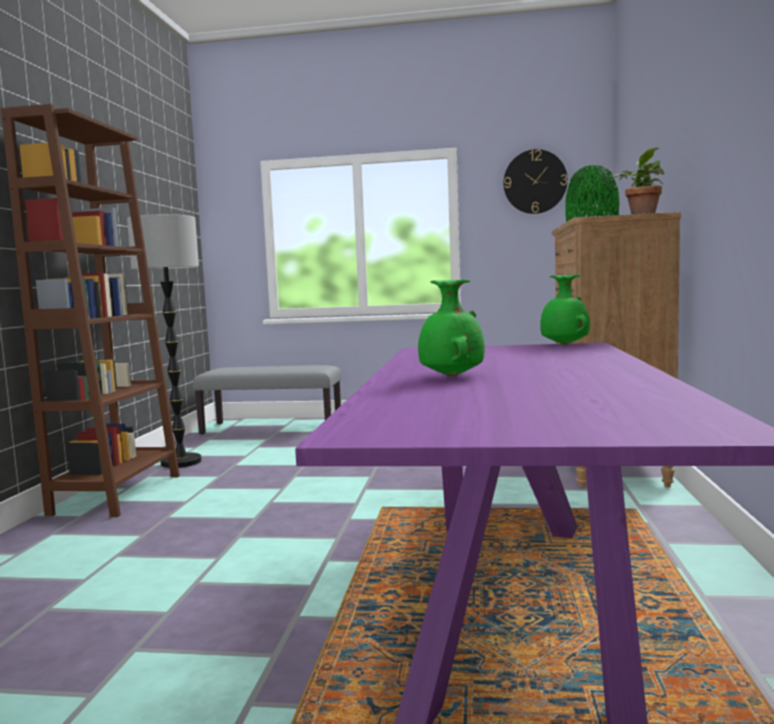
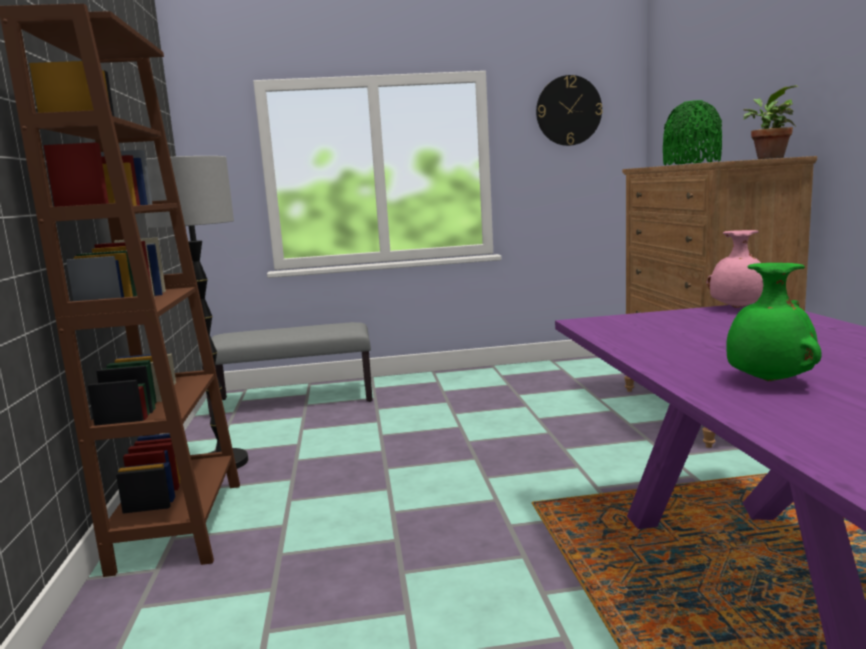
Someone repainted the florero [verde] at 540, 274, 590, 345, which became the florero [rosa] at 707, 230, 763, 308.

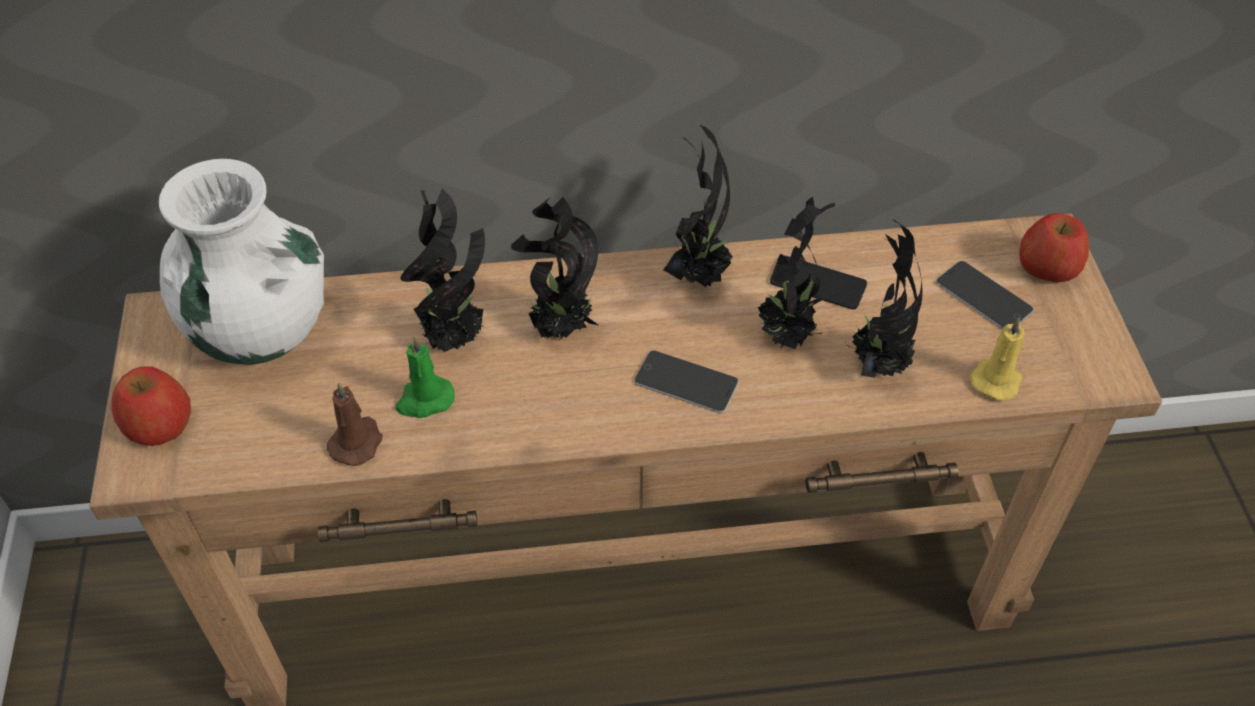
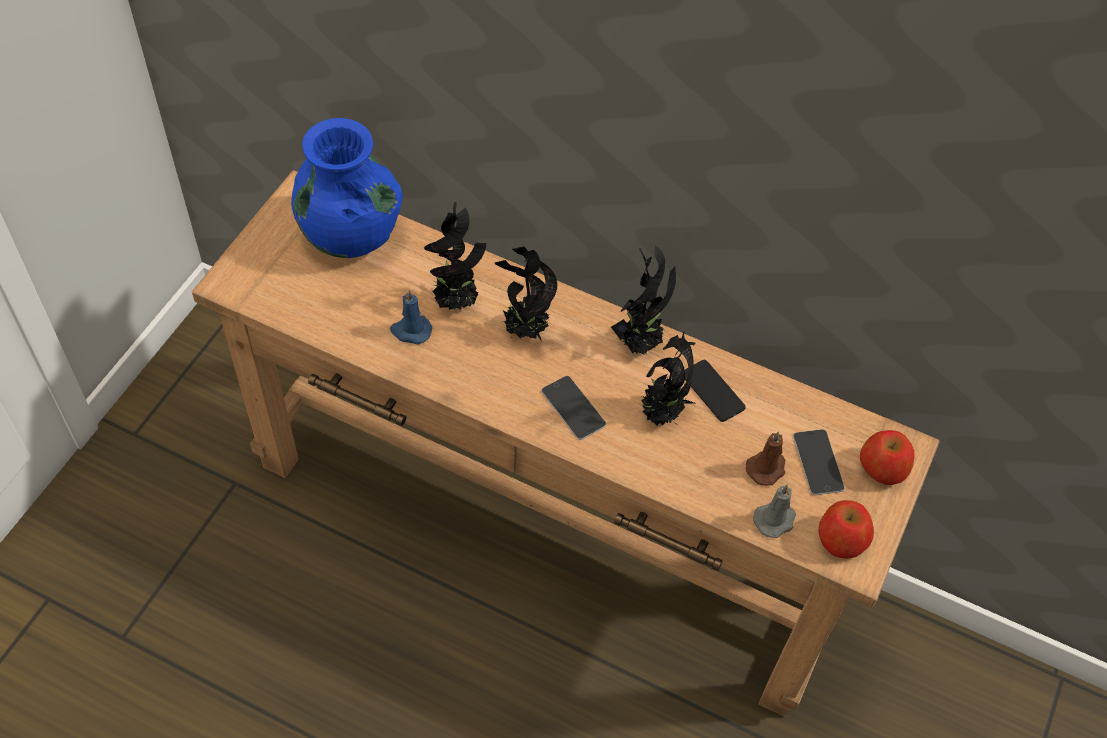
Someone repainted the florero [blanco] at 159, 159, 324, 365, which became the florero [azul] at 291, 118, 403, 258. Someone repainted the vela [verde] at 395, 336, 455, 418, which became the vela [azul] at 390, 289, 432, 344. Someone carried the vela [marrón] from 327, 382, 383, 466 to 746, 431, 786, 486. Someone repainted the vela [amarillo] at 970, 317, 1025, 401, which became the vela [gris] at 753, 484, 796, 538. Someone carried the manzana from 111, 366, 191, 446 to 818, 500, 874, 559. Someone took away the planta en maceta at 846, 219, 923, 378.

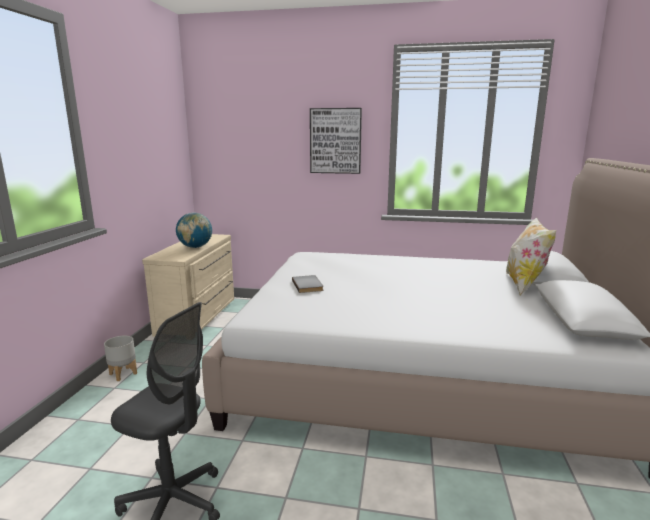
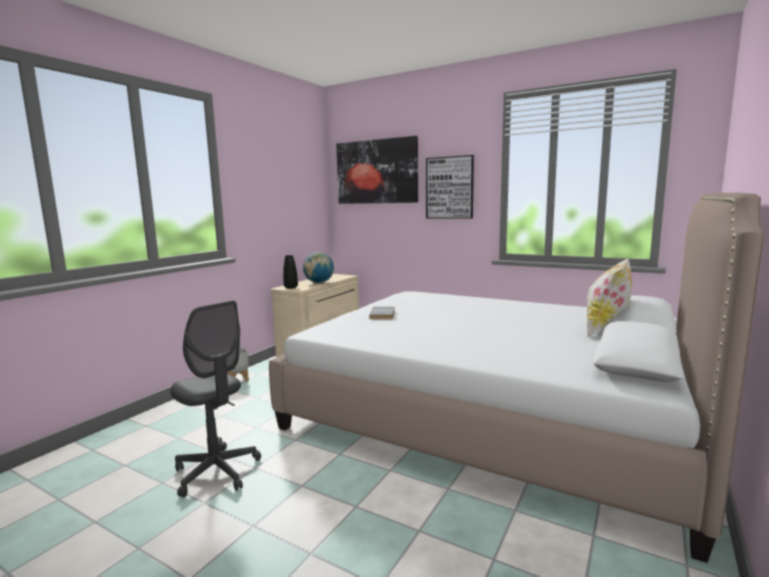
Someone put down the florero [negro] at 283, 255, 298, 289. Someone put up the cuadro at 336, 136, 418, 204.

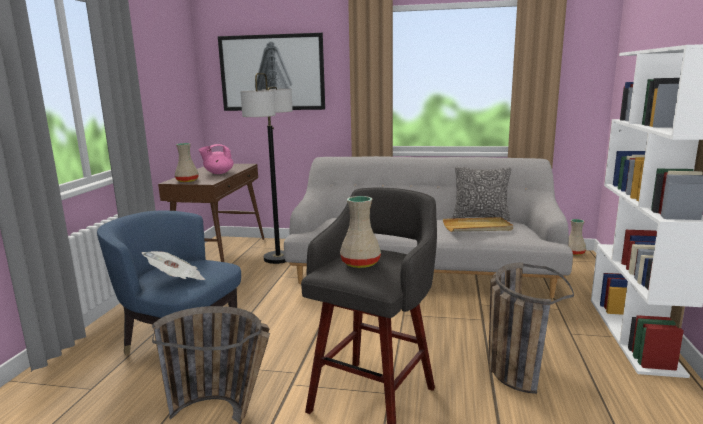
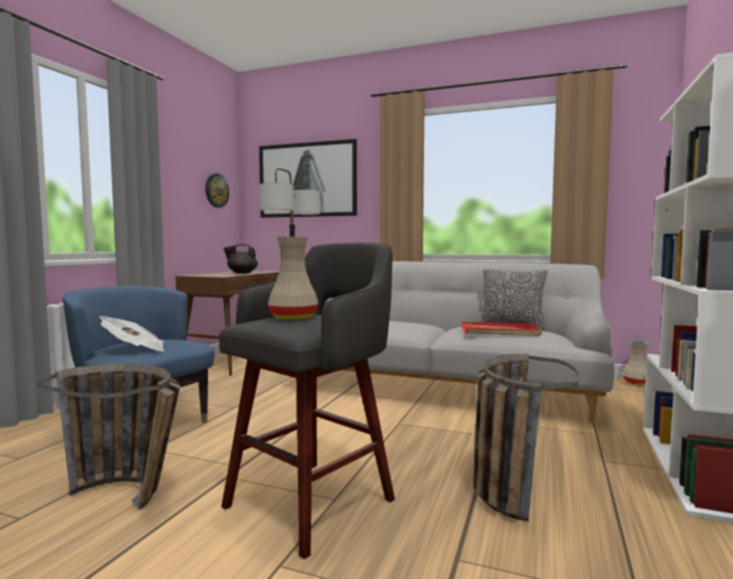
Someone put up the reloj de pared at 205, 173, 229, 208. Someone repainted the tetera [rosa] at 199, 144, 234, 174, which became the tetera [negro] at 223, 244, 258, 274. Someone repainted the bandeja [beis] at 443, 217, 513, 232, which became the bandeja [rojo] at 461, 322, 542, 336. Someone took away the florero [beis] at 175, 143, 199, 182.

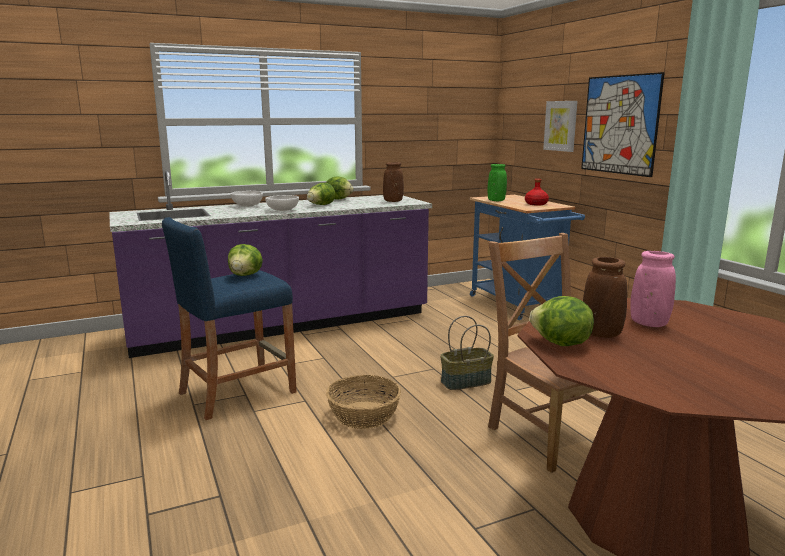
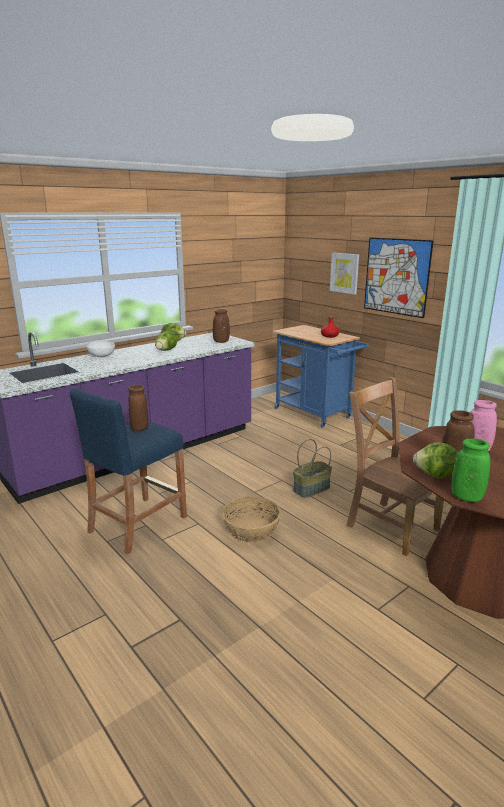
Someone swapped the lechuga at 228, 244, 263, 276 for the florero [marrón] at 128, 385, 149, 431. Someone carried the florero [verde] from 487, 164, 507, 201 to 452, 439, 490, 502. Someone took away the cuenco [blanco] at 265, 195, 299, 211.

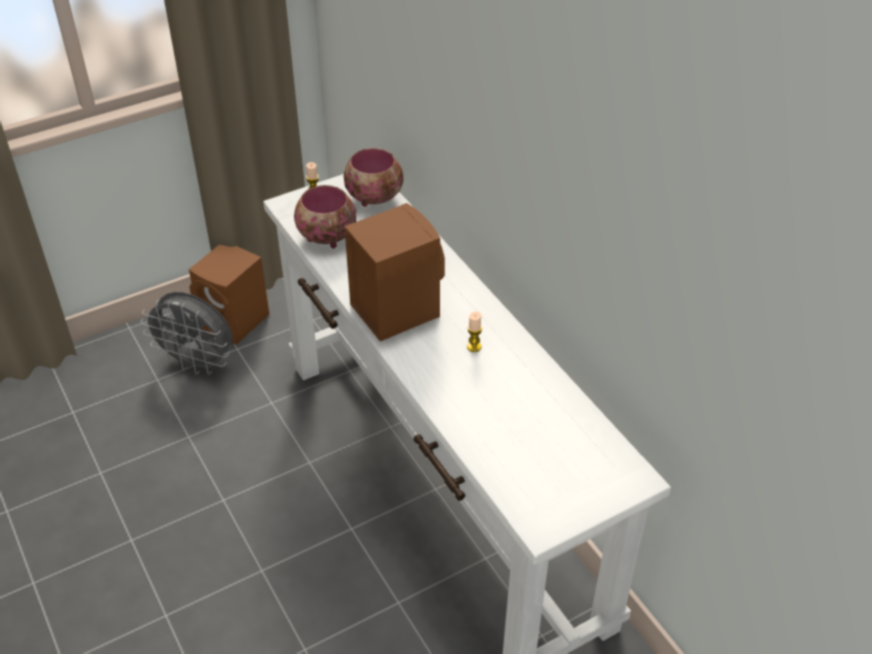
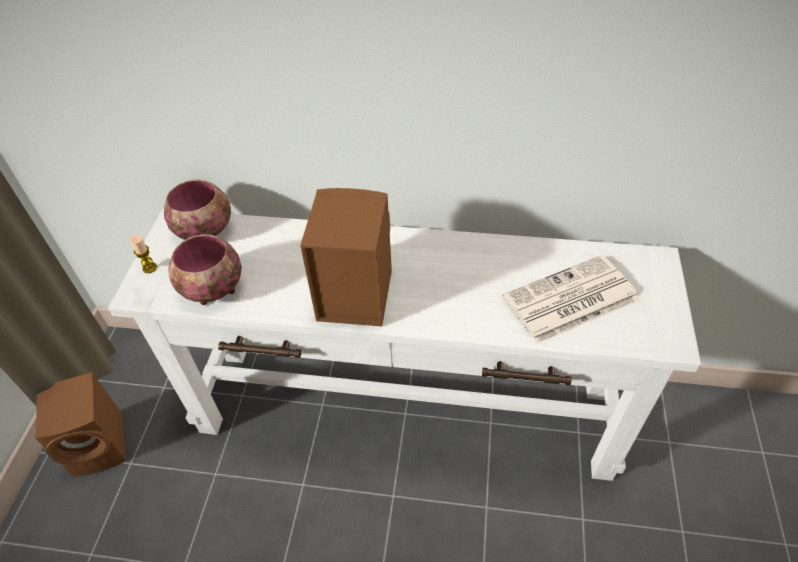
Someone put down the periódico at 503, 255, 639, 344. Someone took away the ventilador [gris] at 140, 292, 233, 375. Someone took away the vela at 467, 312, 482, 352.

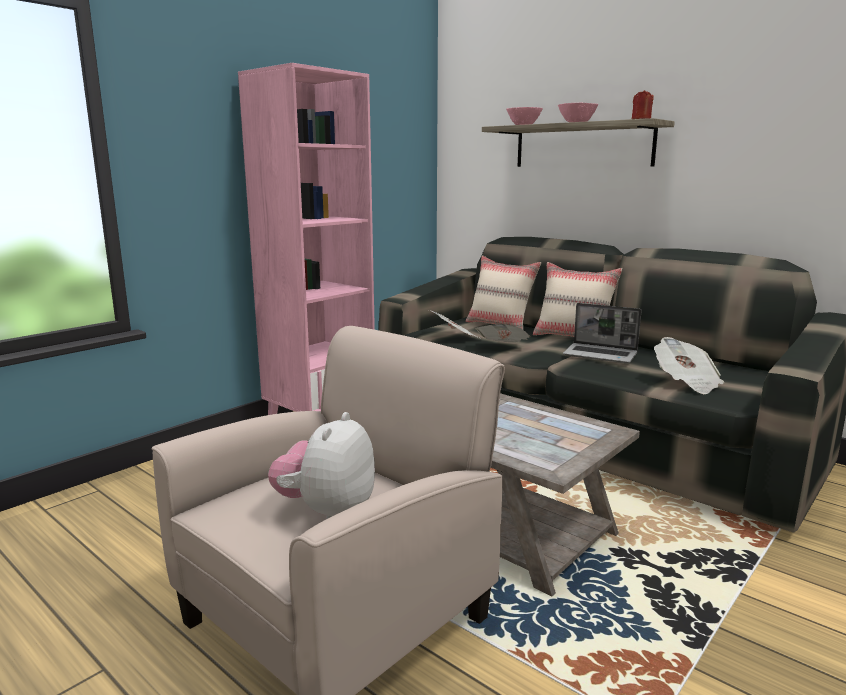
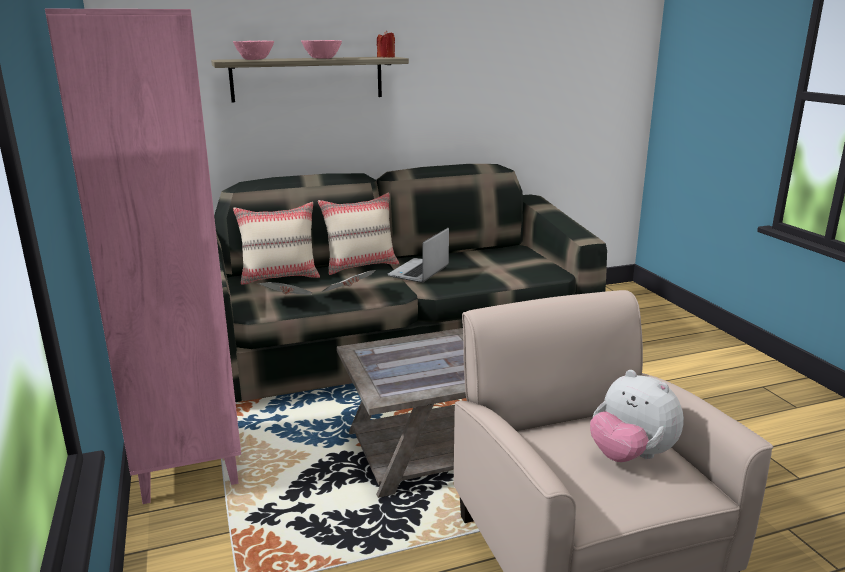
Someone rotated the portátil at 563, 303, 641, 363 by 150 degrees clockwise. Someone took away the periódico at 654, 337, 724, 394.

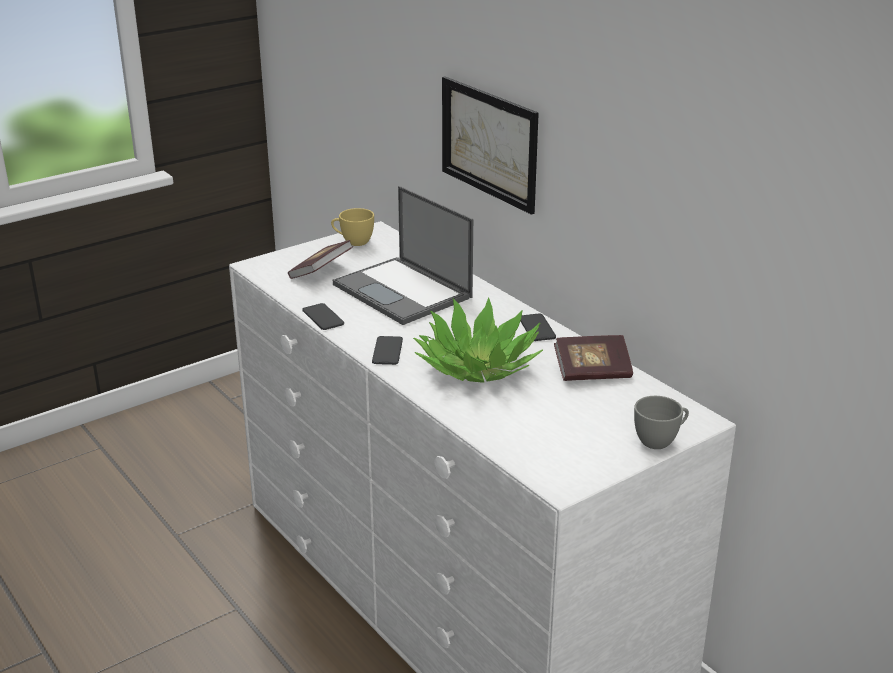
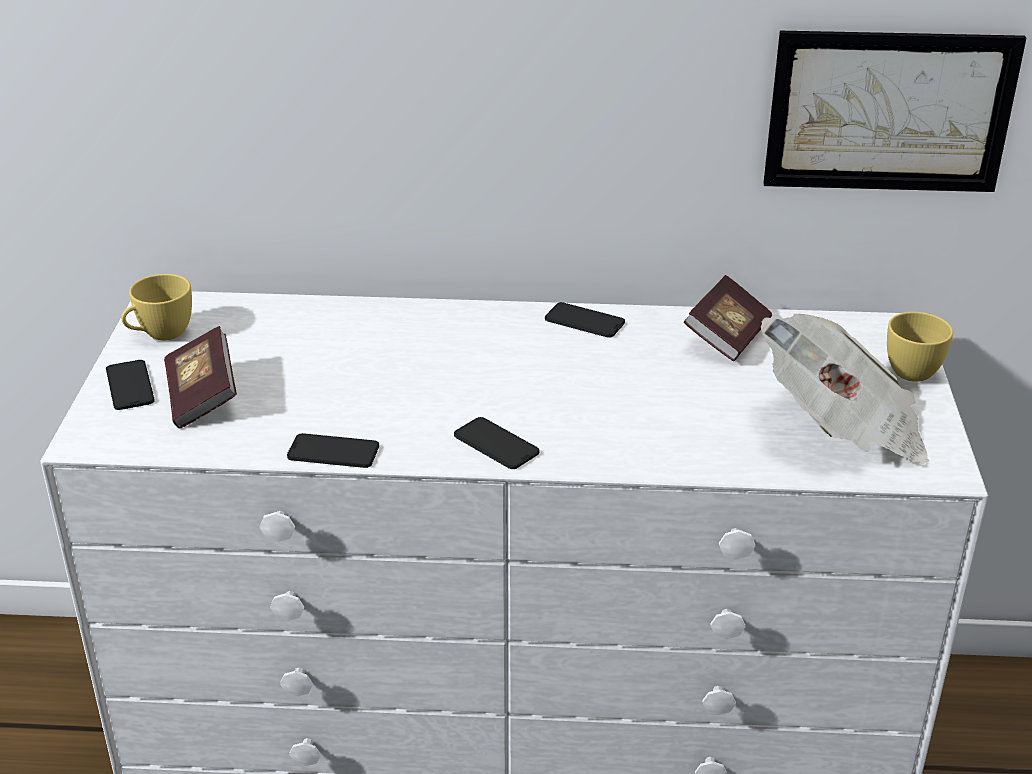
Someone put down the móvil at 106, 360, 155, 410. Someone put down the periódico at 761, 314, 929, 464. Someone carried the cuadro from 442, 76, 539, 215 to 763, 31, 1026, 192. Someone repainted the taza [gris] at 634, 396, 689, 449, which became the taza [amarillo] at 887, 312, 953, 382. Someone took away the portátil at 333, 186, 473, 325. Someone took away the planta en maceta at 413, 297, 543, 383.

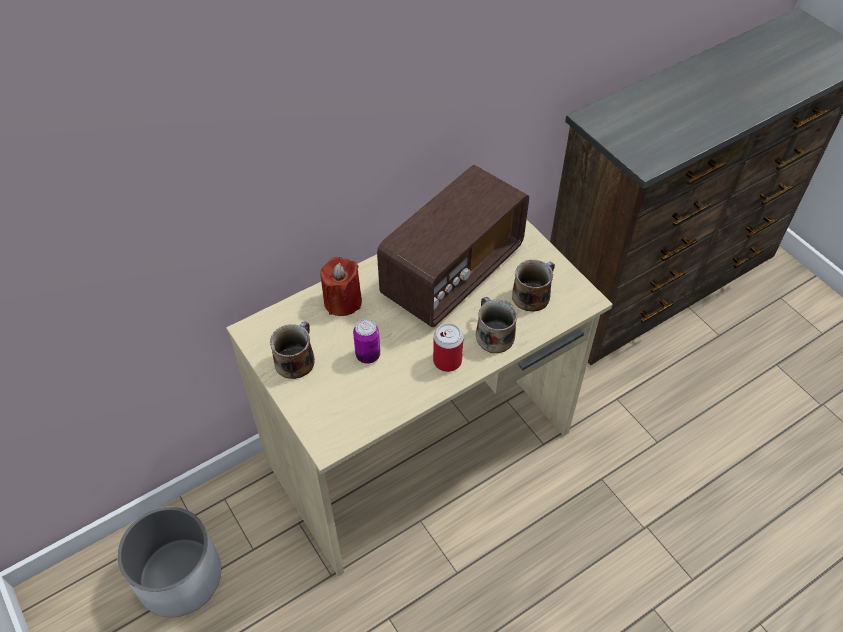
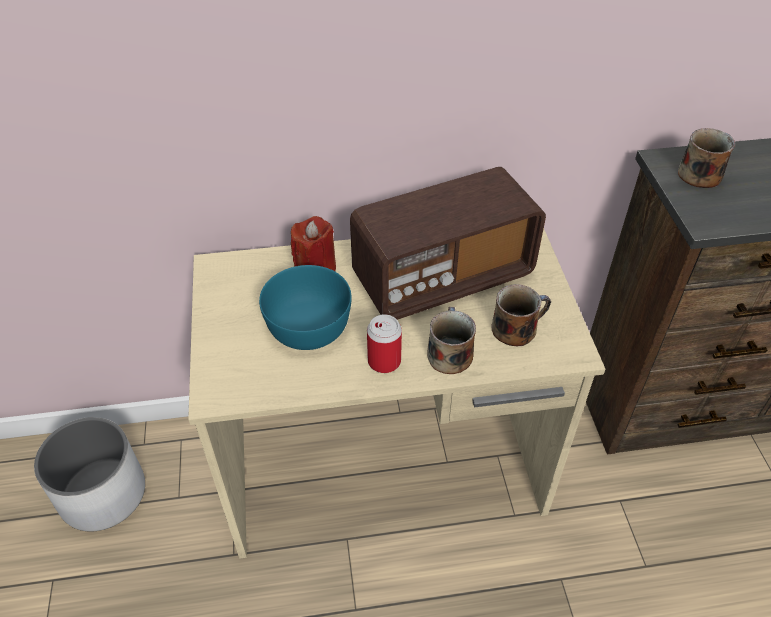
Someone swapped the lata at 353, 319, 380, 364 for the cuenco [turquesa] at 259, 265, 352, 350. Someone carried the taza grande from 270, 321, 315, 379 to 678, 128, 735, 188.

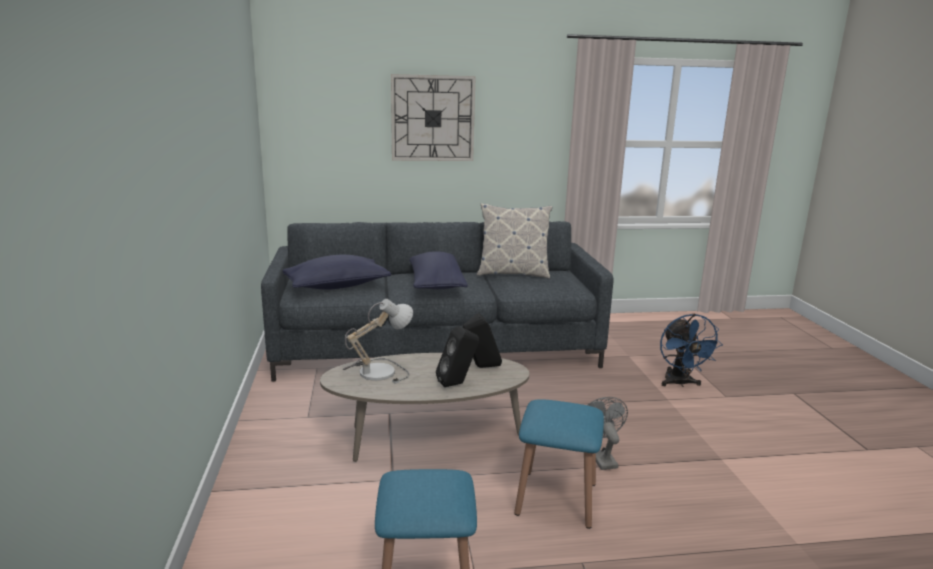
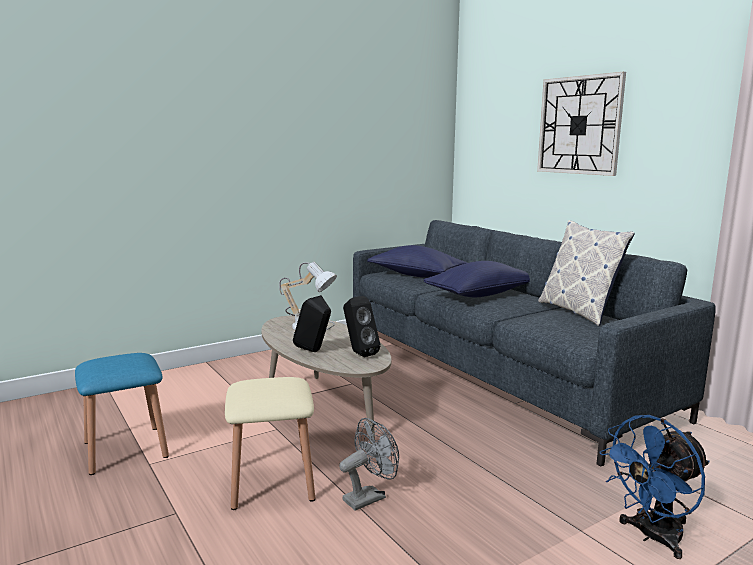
Someone repainted the taburete [azul] at 514, 399, 604, 529, which became the taburete [beis] at 225, 377, 315, 510.

